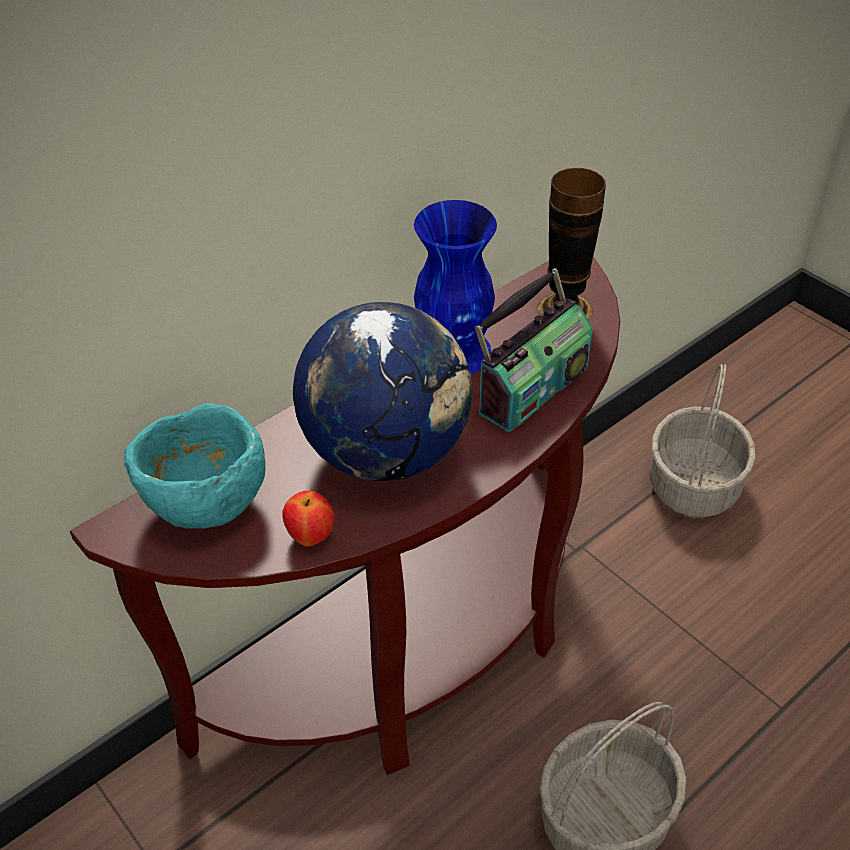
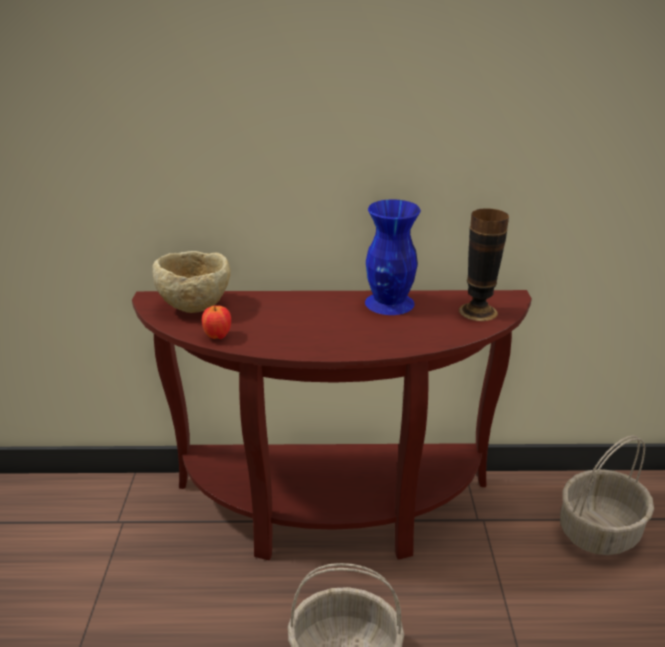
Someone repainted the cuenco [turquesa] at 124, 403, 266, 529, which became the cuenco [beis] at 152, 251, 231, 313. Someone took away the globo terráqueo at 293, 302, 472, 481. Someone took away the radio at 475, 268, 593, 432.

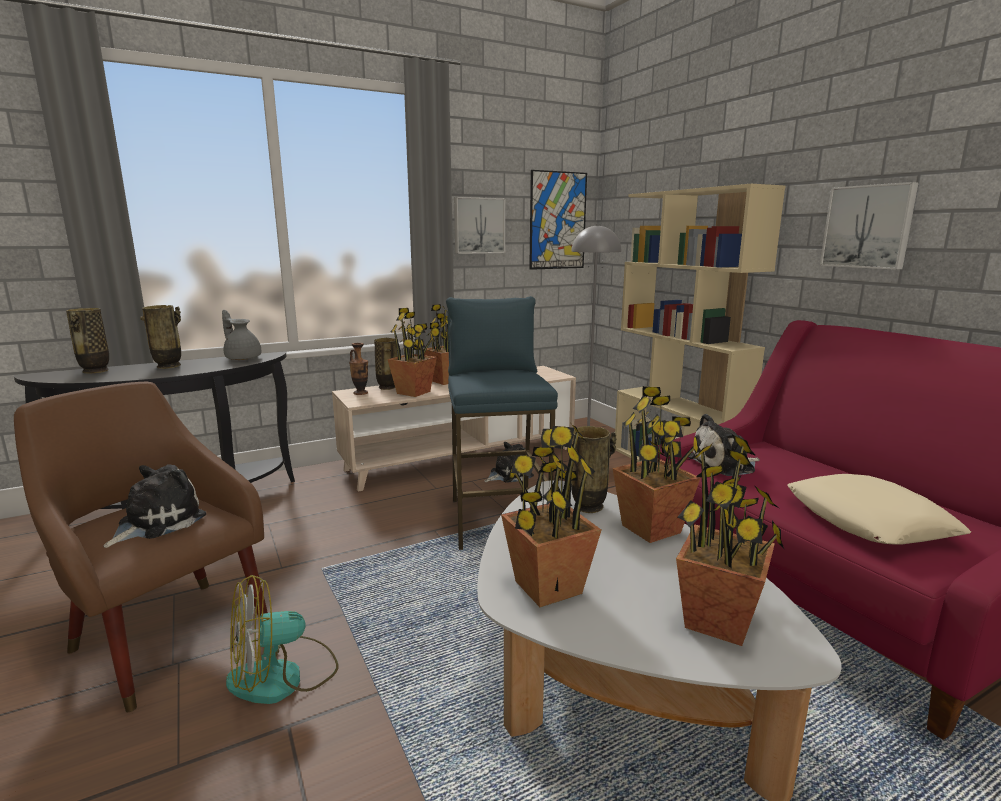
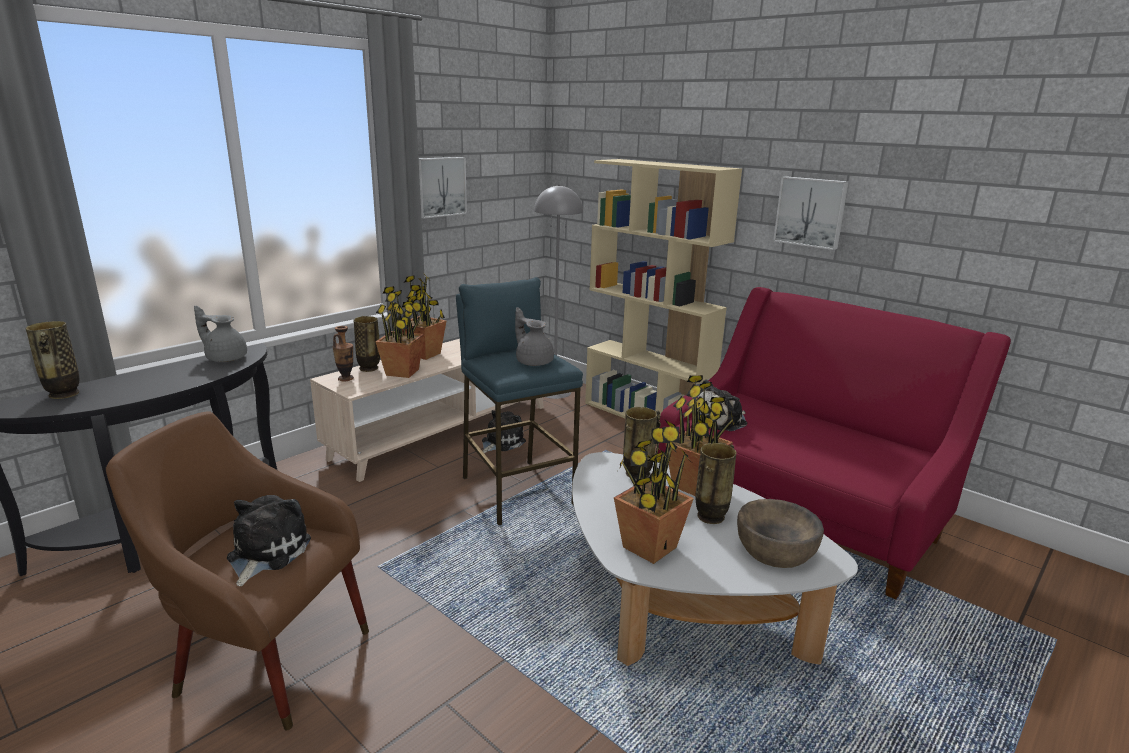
Someone put down the tetera [gris] at 515, 307, 554, 366. Someone carried the florero from 140, 305, 181, 369 to 695, 443, 737, 524. Someone swapped the planta en maceta at 676, 434, 785, 646 for the cuenco [marrón] at 737, 499, 824, 568. Someone took away the ventilador at 226, 575, 338, 704. Someone took away the cuadro at 529, 170, 587, 270. Someone took away the cojín [beis] at 787, 474, 971, 545.

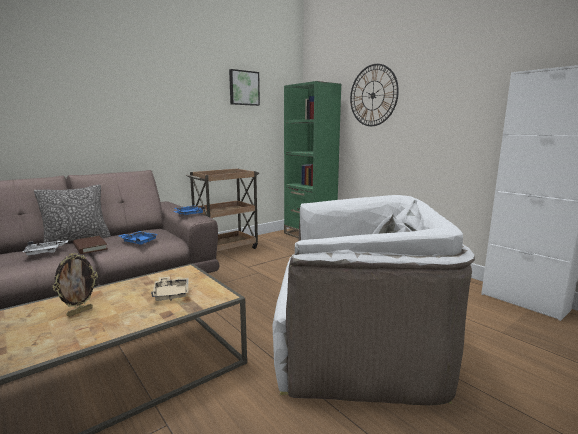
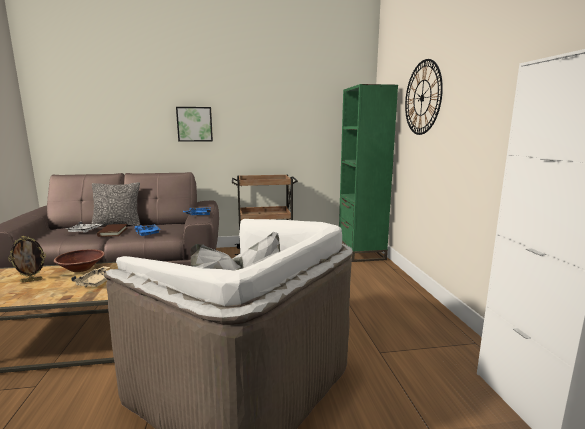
Someone put down the cuenco [marrón] at 54, 249, 104, 272. Someone carried the cuadro from 229, 69, 260, 106 to 176, 107, 213, 142.

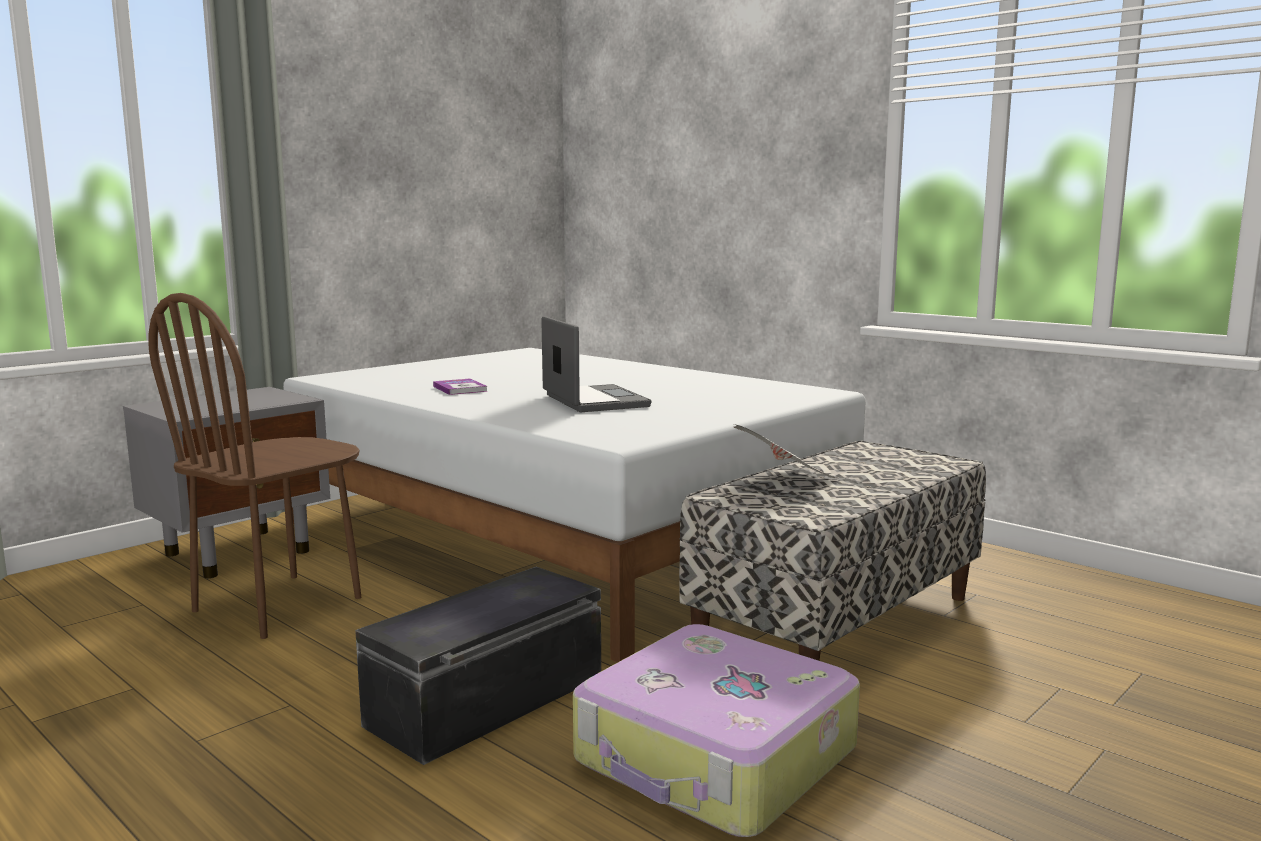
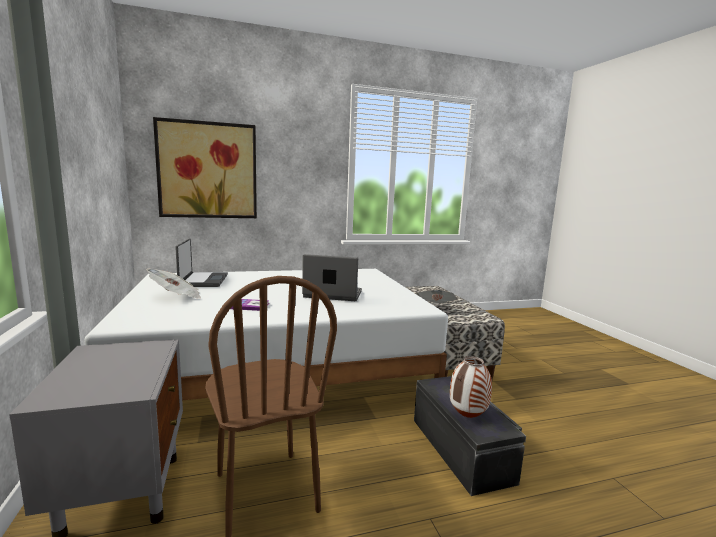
Someone put down the periódico at 146, 269, 201, 299. Someone put up the cuadro at 153, 117, 257, 218. Someone put down the portátil at 175, 239, 228, 287. Someone put down the florero at 450, 356, 492, 418. Someone took away the maleta at 573, 624, 860, 837.

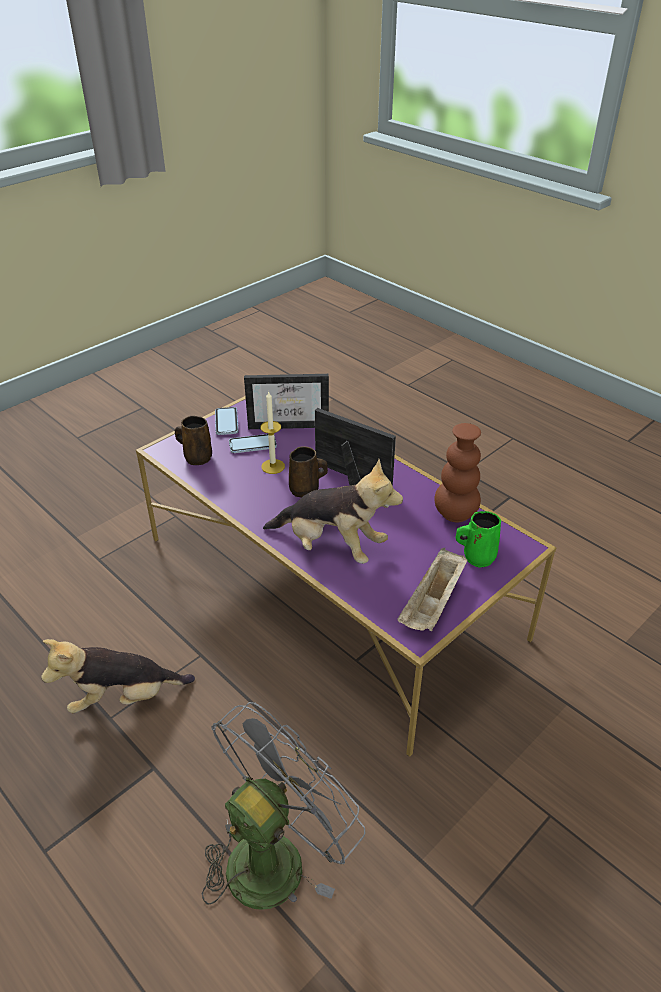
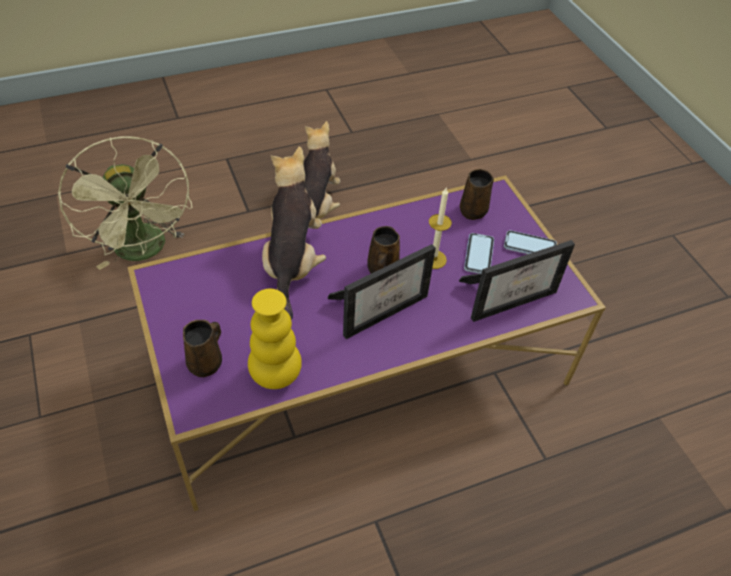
Someone repainted the ventilador [gris] at 202, 702, 365, 910, which became the ventilador [verde] at 58, 137, 192, 270. Someone repainted the taza grande [verde] at 456, 511, 501, 567, which became the taza grande [marrón] at 183, 320, 222, 377. Someone repainted the florero [marrón] at 434, 423, 481, 522, which became the florero [amarillo] at 248, 289, 302, 389. Someone rotated the peluche at 263, 459, 403, 564 by 135 degrees clockwise. Someone rotated the portarretratos at 244, 374, 329, 429 by 135 degrees counterclockwise. Someone took away the bandeja [beis] at 397, 548, 467, 631.

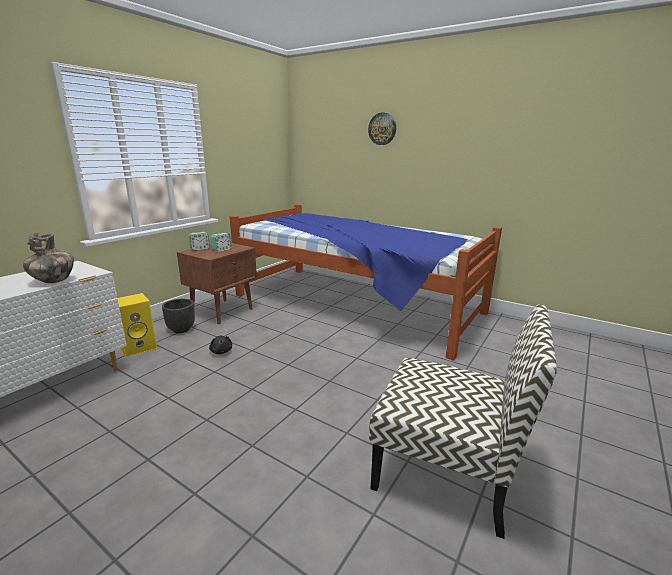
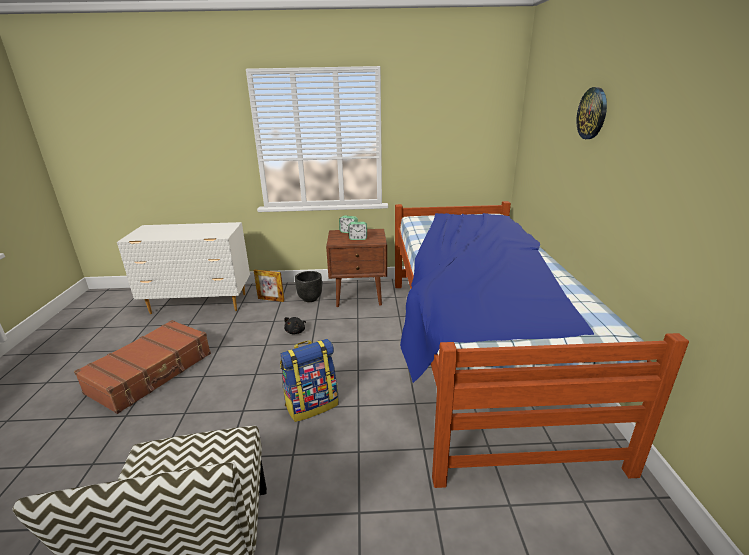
Someone put down the maleta [marrón] at 74, 320, 211, 414. Someone swapped the altavoz [amarillo] at 118, 293, 157, 357 for the portarretratos at 254, 270, 284, 302. Someone put down the mochila at 280, 339, 339, 422. Someone took away the florero at 23, 232, 74, 283.

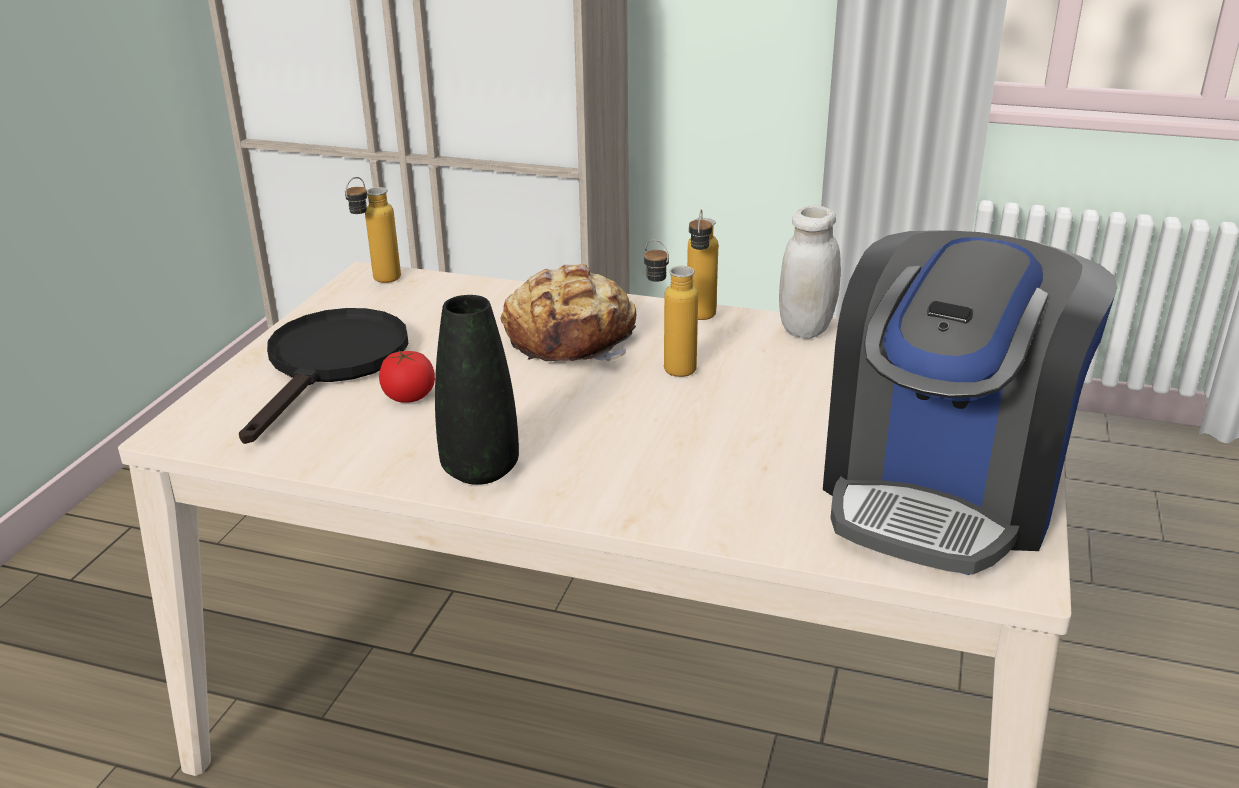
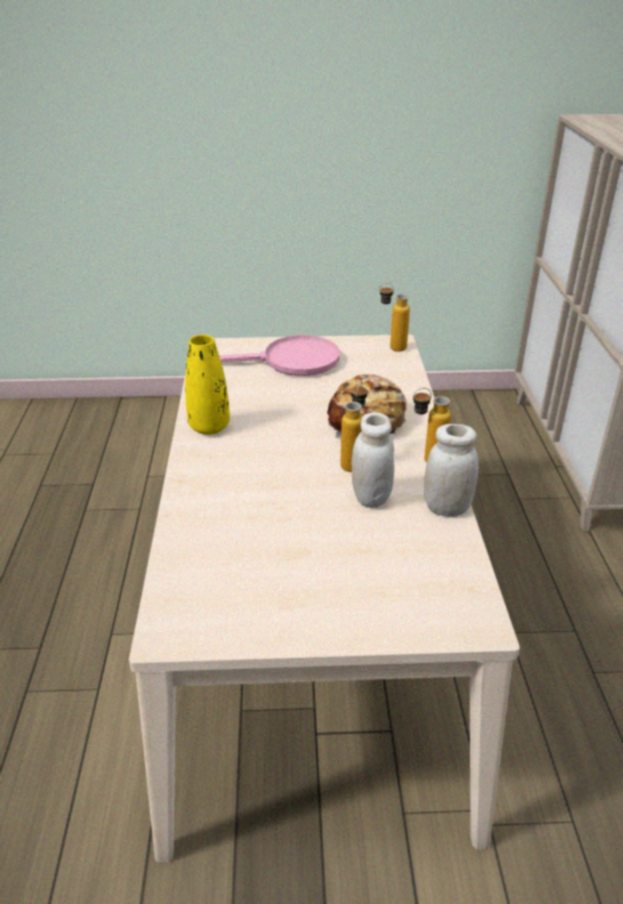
Someone repainted the florero [negro] at 435, 295, 519, 485, which became the florero [amarillo] at 185, 335, 230, 435. Someone repainted the sartén [negro] at 239, 308, 408, 444, which became the sartén [rosa] at 219, 335, 340, 376. Someone put down the tarro [blanco] at 351, 412, 394, 508. Someone took away the tomate at 379, 350, 435, 403. Someone took away the cafetera at 823, 230, 1118, 575.

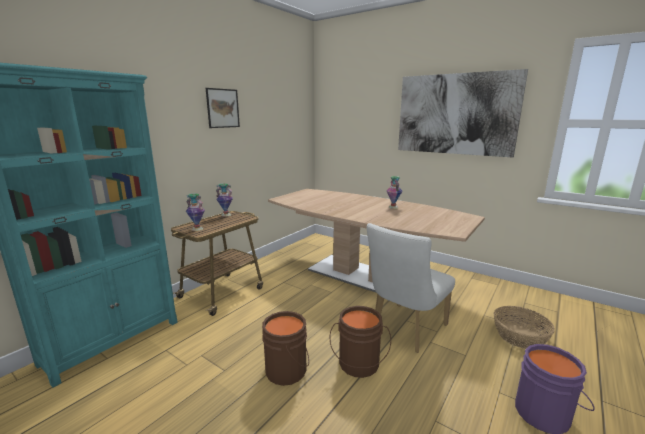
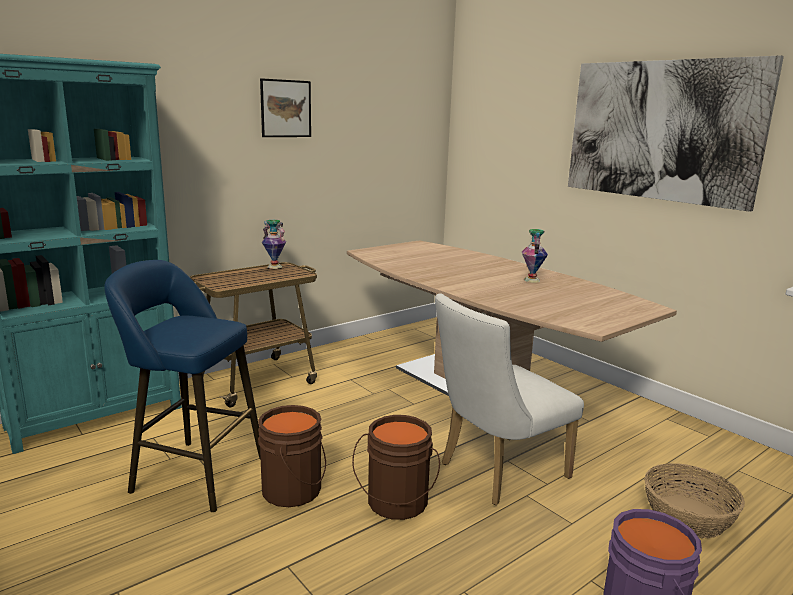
Someone put down the taburete [azul] at 104, 260, 261, 512. Someone took away the florero at 186, 194, 205, 231.

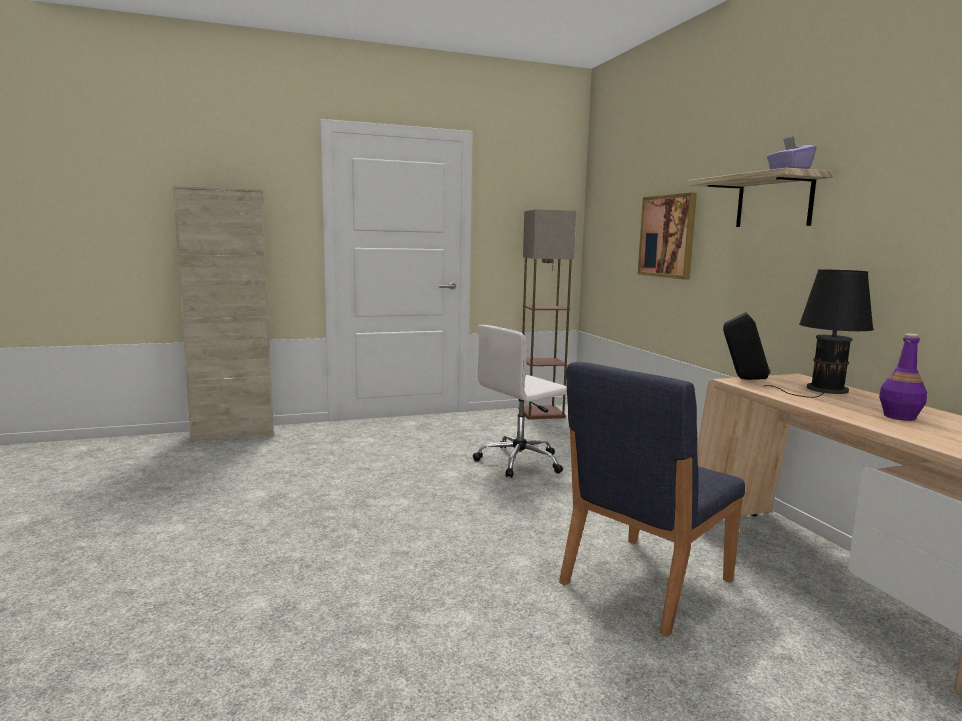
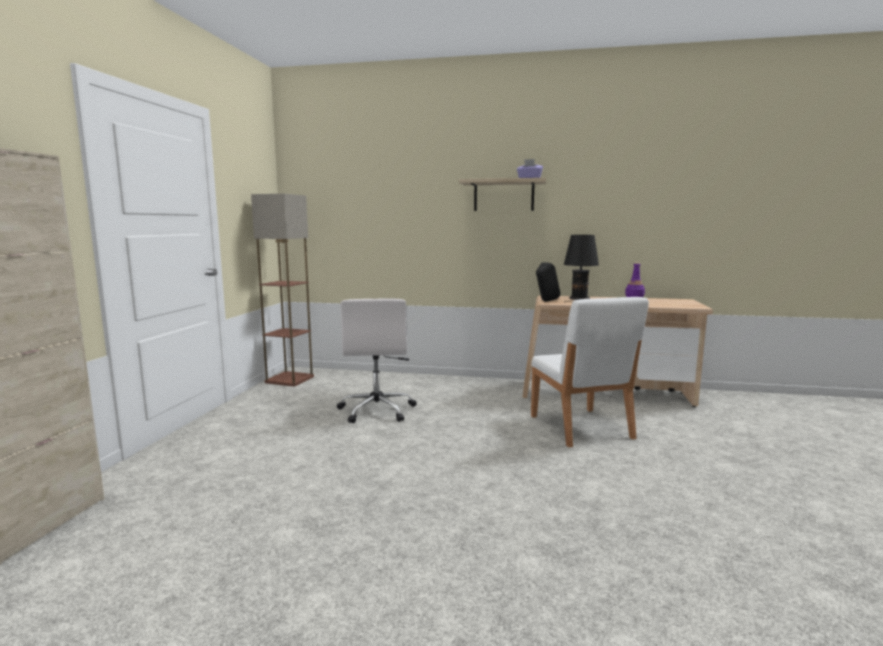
Someone repainted the silla [azul] at 559, 362, 745, 637, which became the silla [blanco] at 531, 297, 649, 447. Someone took away the cuadro at 638, 193, 697, 279.

